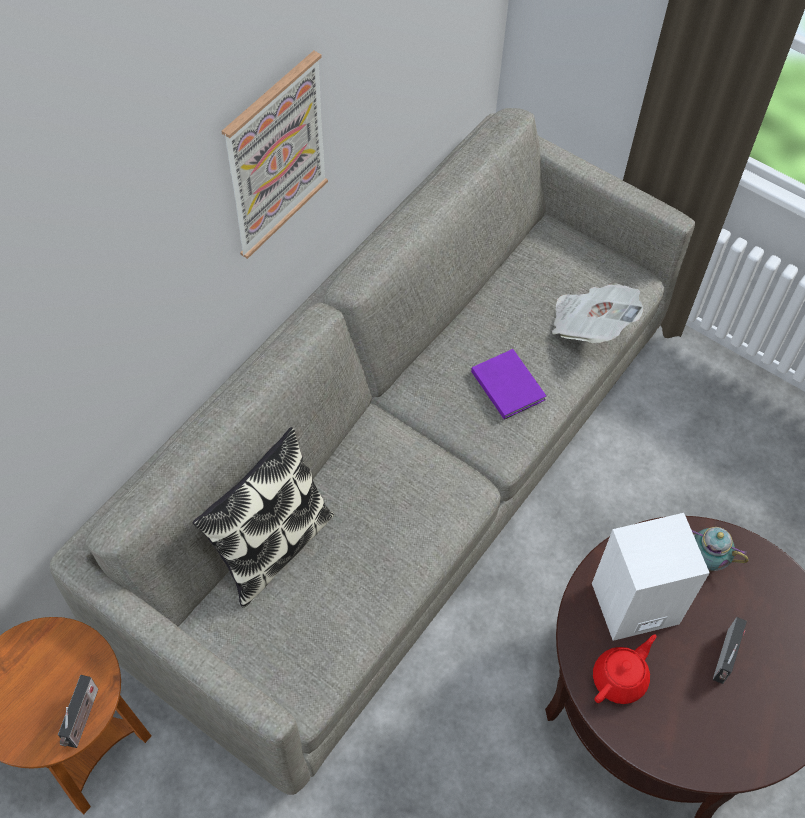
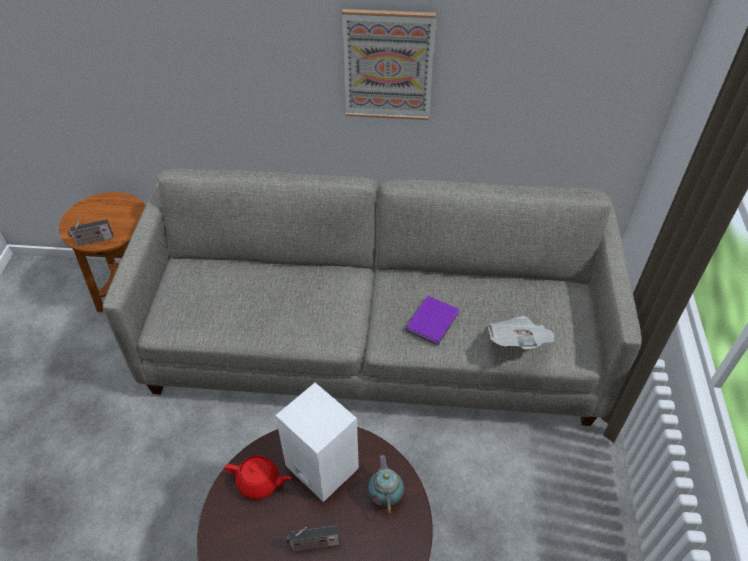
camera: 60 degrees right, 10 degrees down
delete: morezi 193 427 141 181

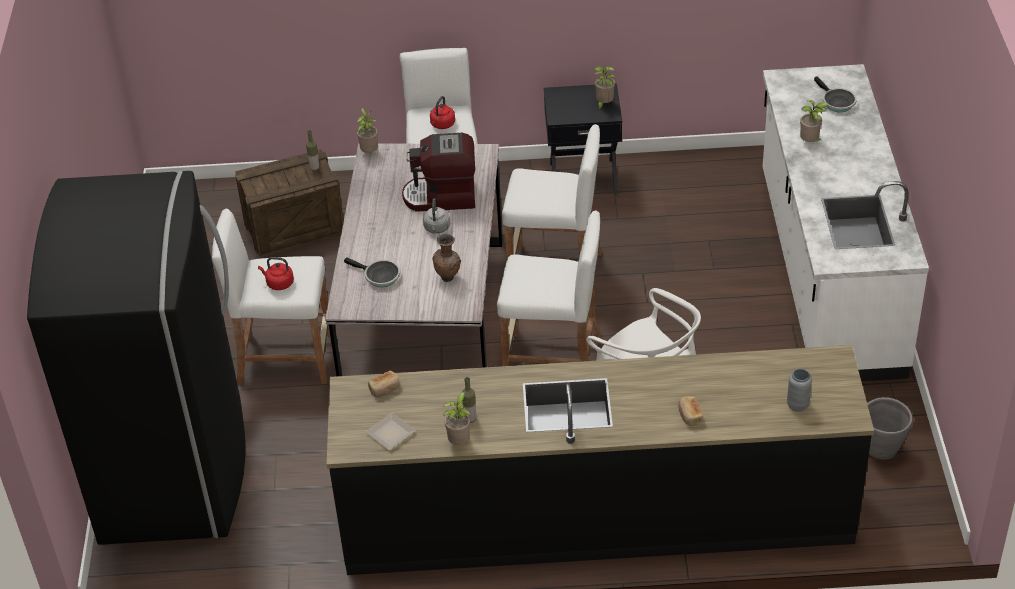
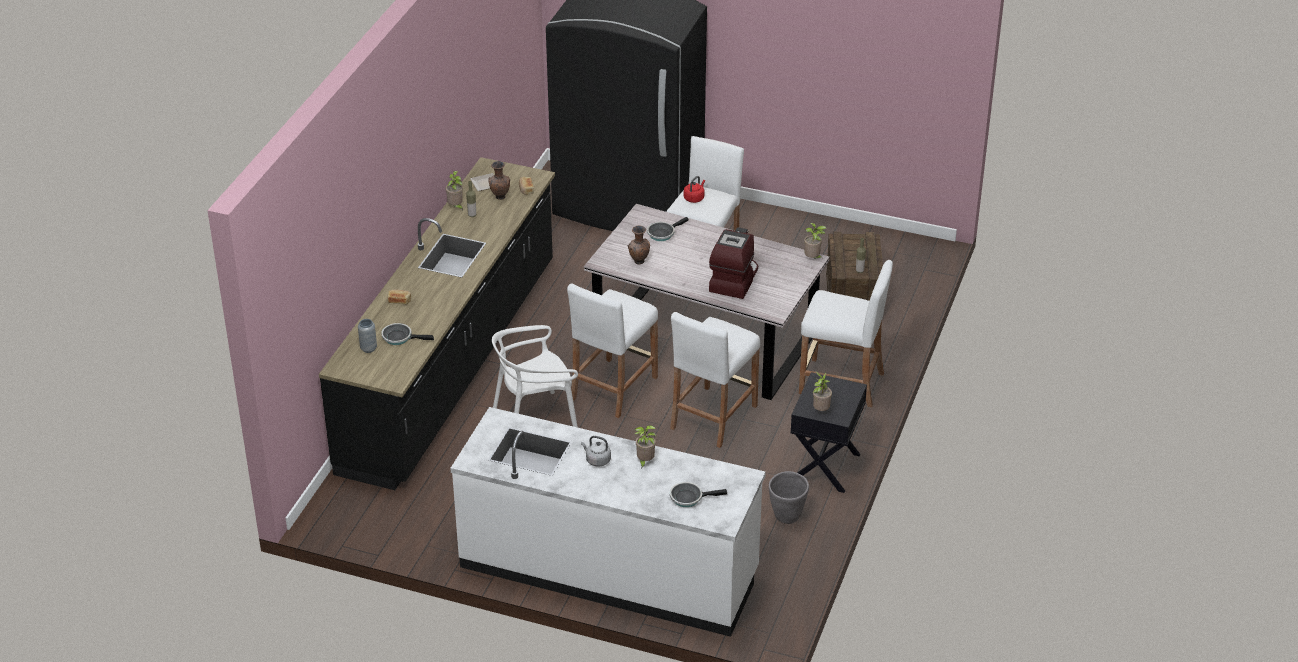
camera: 110 degrees right, 5 degrees down
delete: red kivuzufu 430 96 25 33
insert: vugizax 381 323 53 22; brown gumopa 488 161 22 39
move: grey kivuzufu 423 198 27 36 to 581 436 30 31; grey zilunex 867 397 45 62 to 769 471 40 53

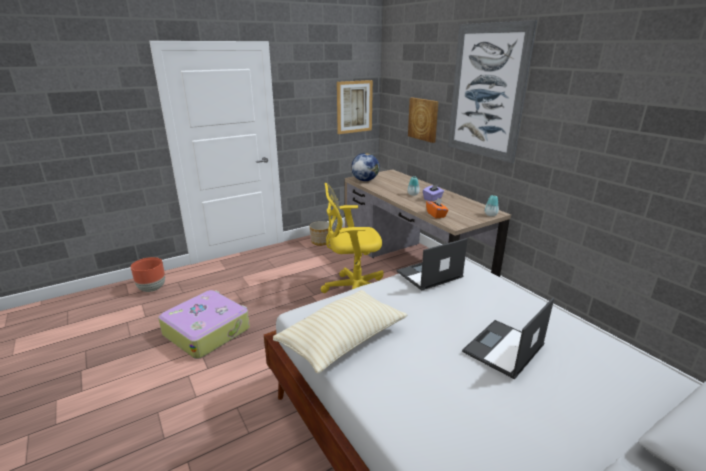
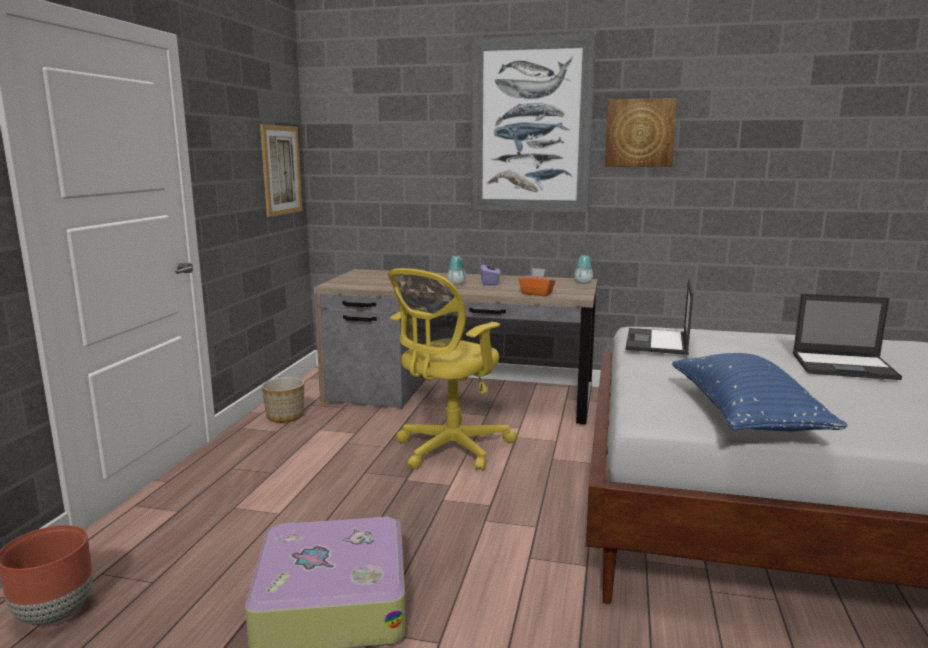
camera: 45 degrees left, 10 degrees down
delete: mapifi 351 153 28 28
move: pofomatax 408 97 31 46 to 605 98 72 69
recolor: beige morezi 273 290 134 84 to blue morezi 672 353 176 79
rotate: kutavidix 462 298 92 81 = 793 294 109 86 75 degrees counterclockwise

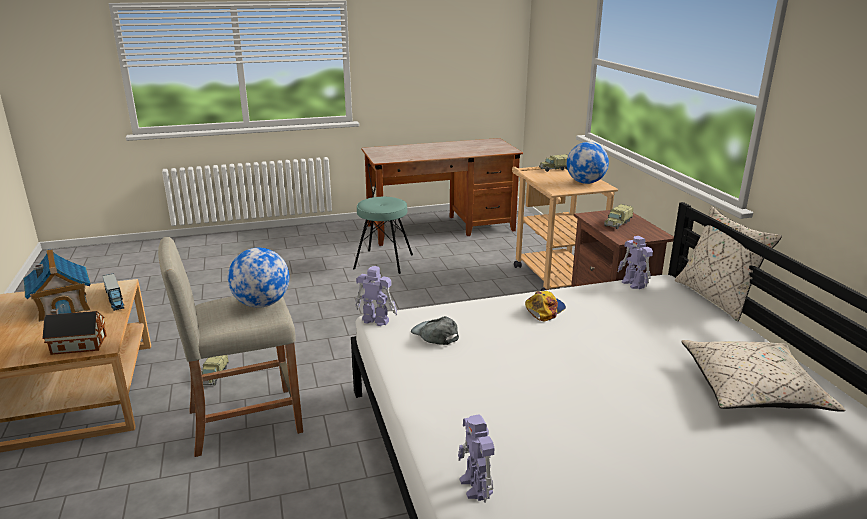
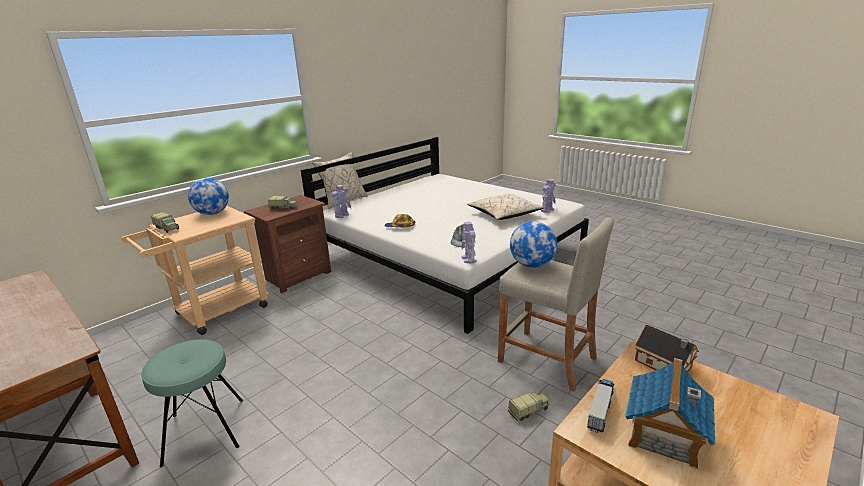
camera: 120 degrees left, 0 degrees up
move: beige morezi 681 340 164 71 to 467 193 77 27

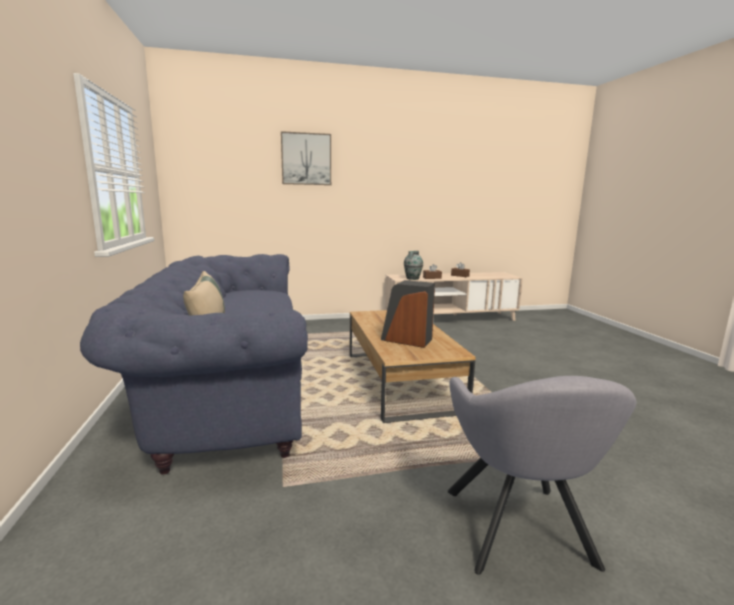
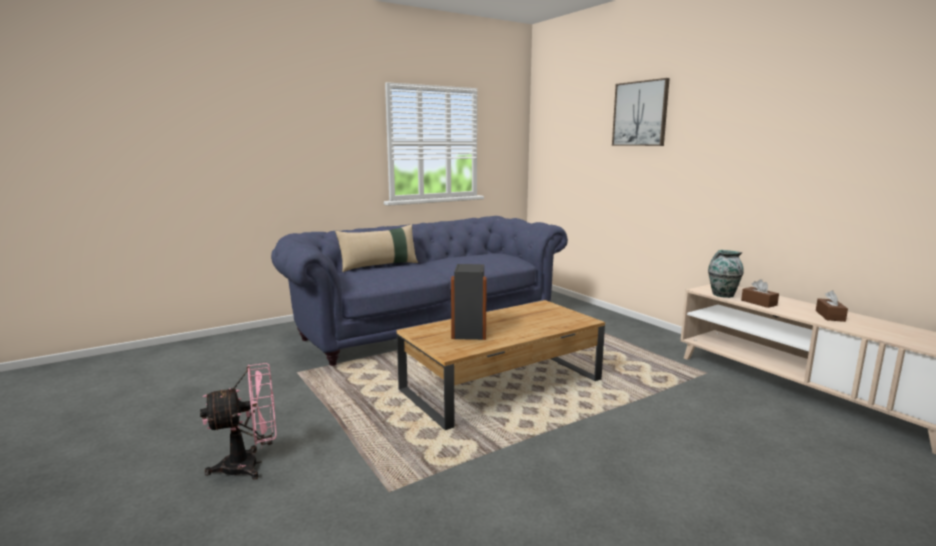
camera: 70 degrees right, 0 degrees up
replace: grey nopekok 448 376 188 199 to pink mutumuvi 200 363 77 117

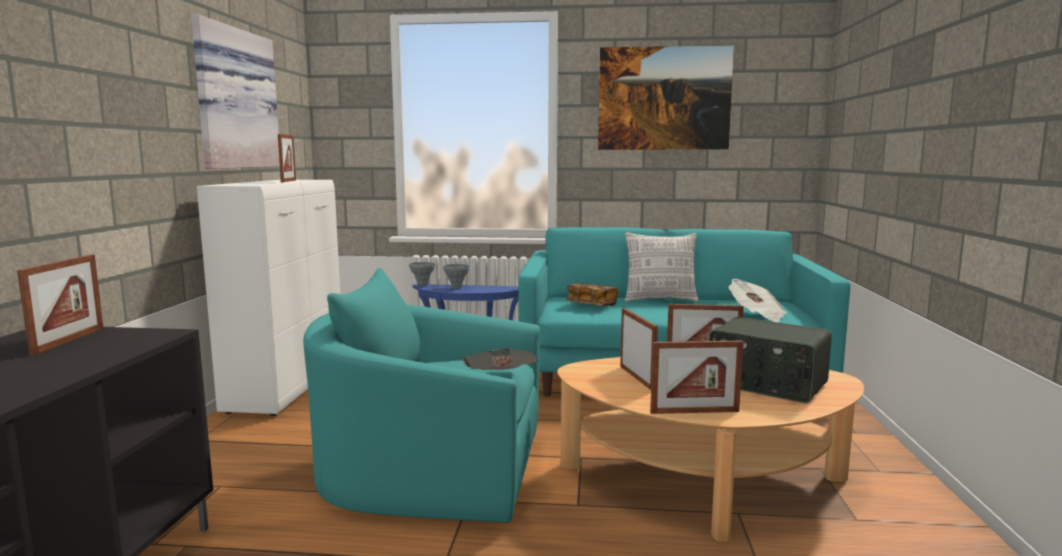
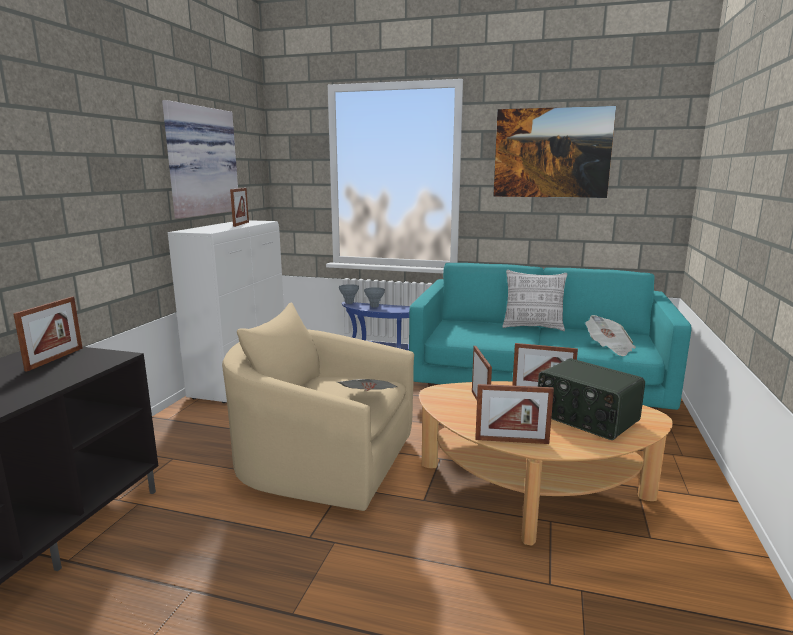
camera: 10 degrees right, 5 degrees up
delete: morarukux 566 283 52 23
recolor: turquoise nopekok 303 268 237 255 to beige nopekok 222 302 192 209

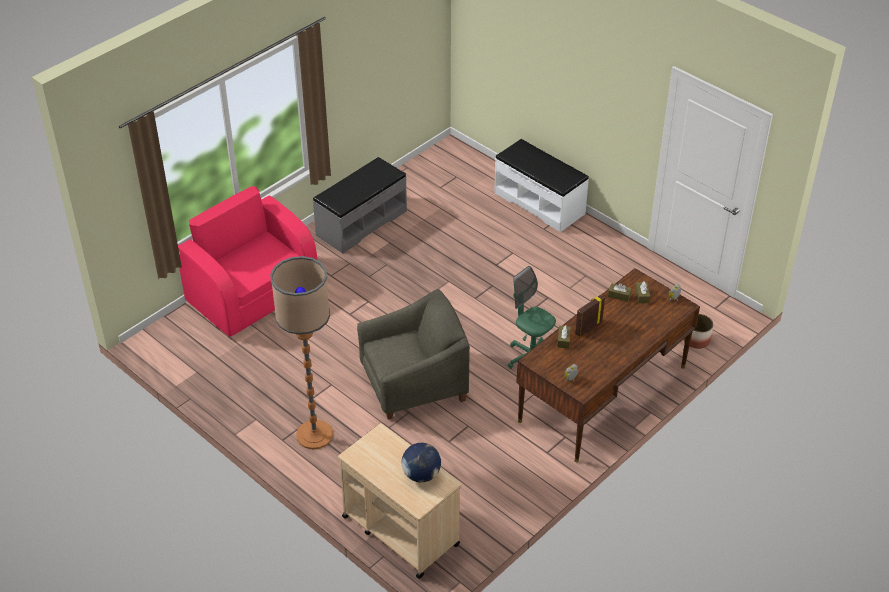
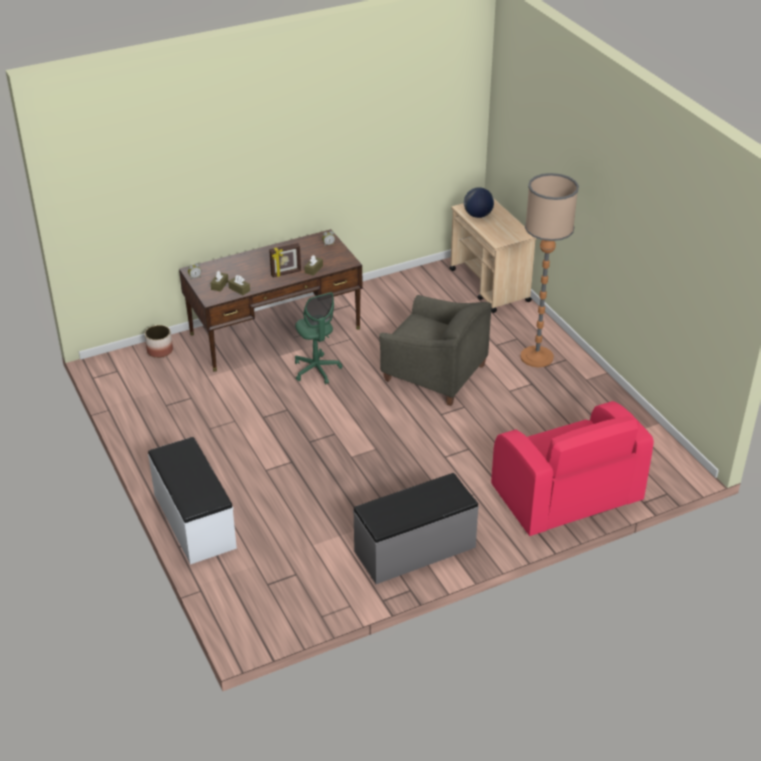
camera: 160 degrees left, 5 degrees down
rotate: grey nopekok 357 289 113 131 = 379 295 112 111 150 degrees counterclockwise

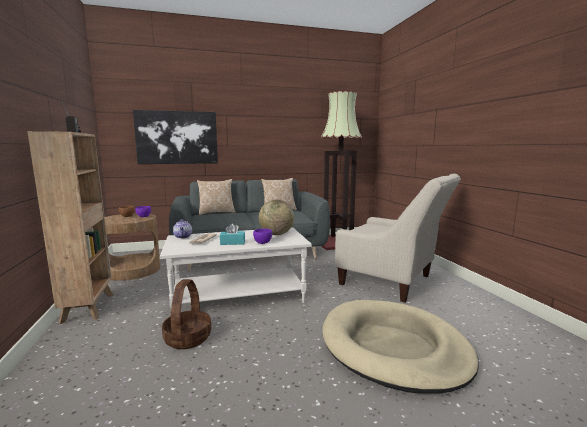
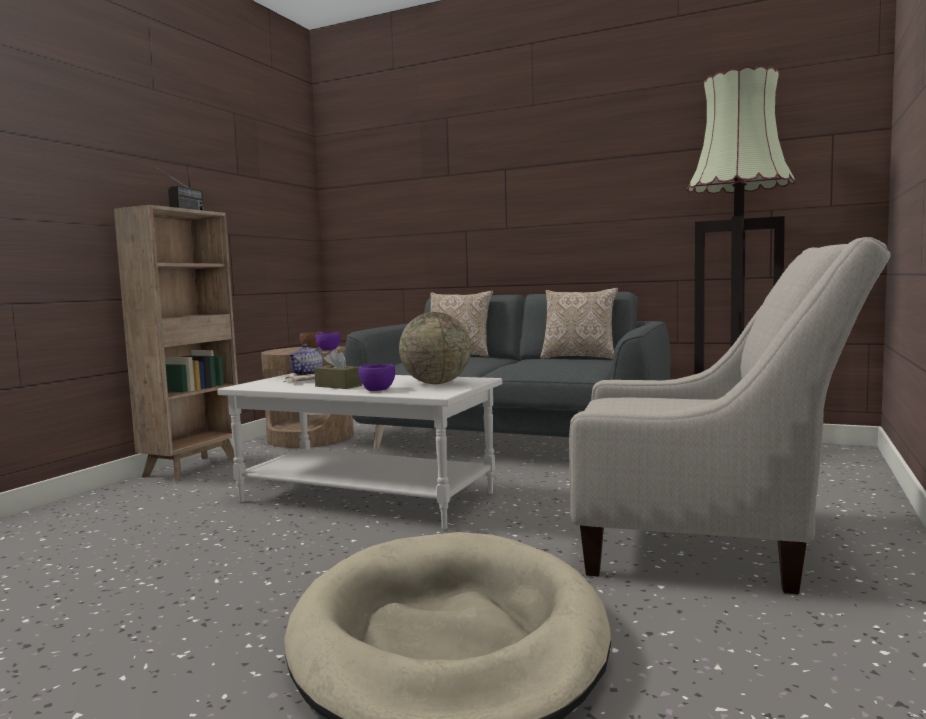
camera: 40 degrees right, 5 degrees down
delete: pofomatax 133 110 85 54; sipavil 162 279 49 70
recolor: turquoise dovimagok 220 224 25 21 to brown dovimagok 314 349 48 40
rotate: beige nopekok 335 174 126 129 = 569 237 322 358 60 degrees counterclockwise

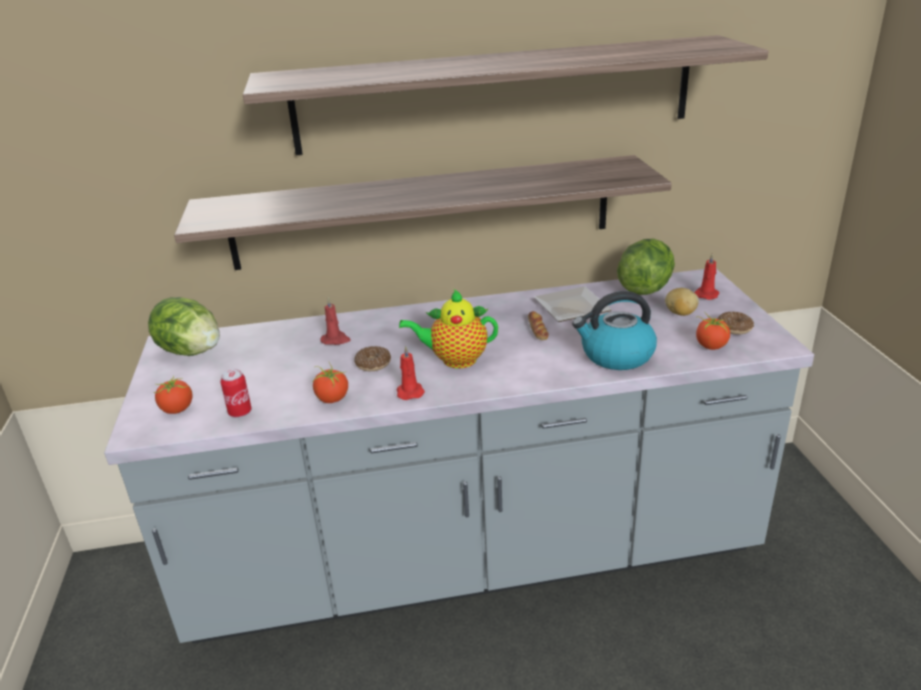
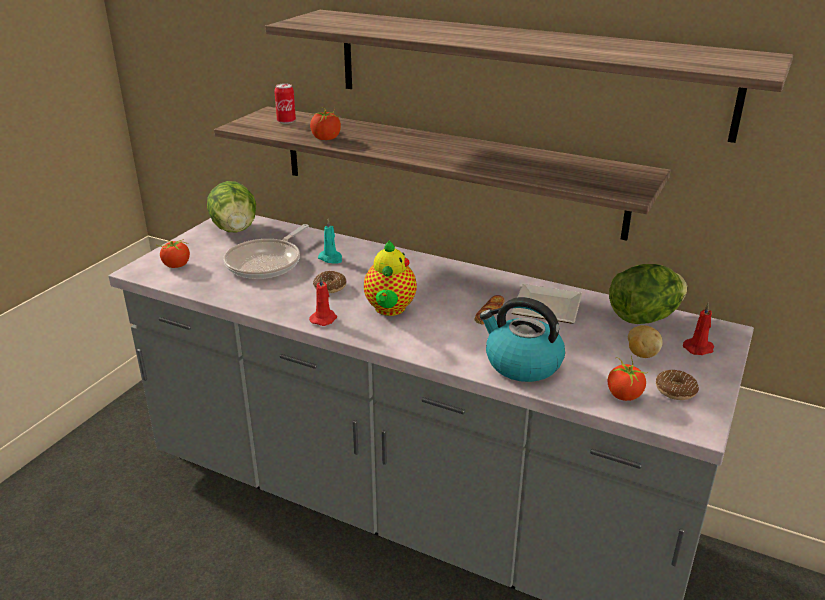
camera: 35 degrees right, 0 degrees up
insert: vugizax 224 224 85 55
move: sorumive 221 369 31 48 to 274 83 22 41; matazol 312 363 36 40 to 310 107 31 33
recolor: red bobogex 320 297 30 48 to turquoise bobogex 318 219 24 45
rotate: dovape 399 289 99 79 = 364 241 53 75 120 degrees counterclockwise

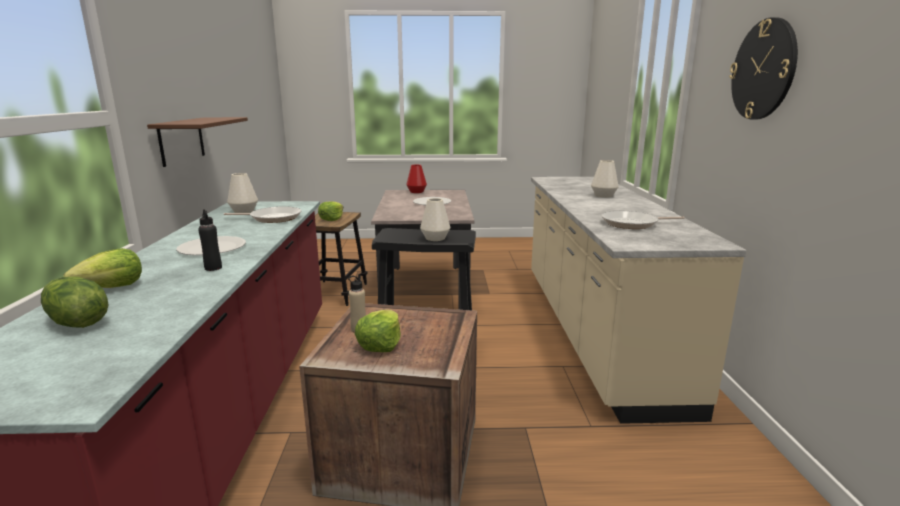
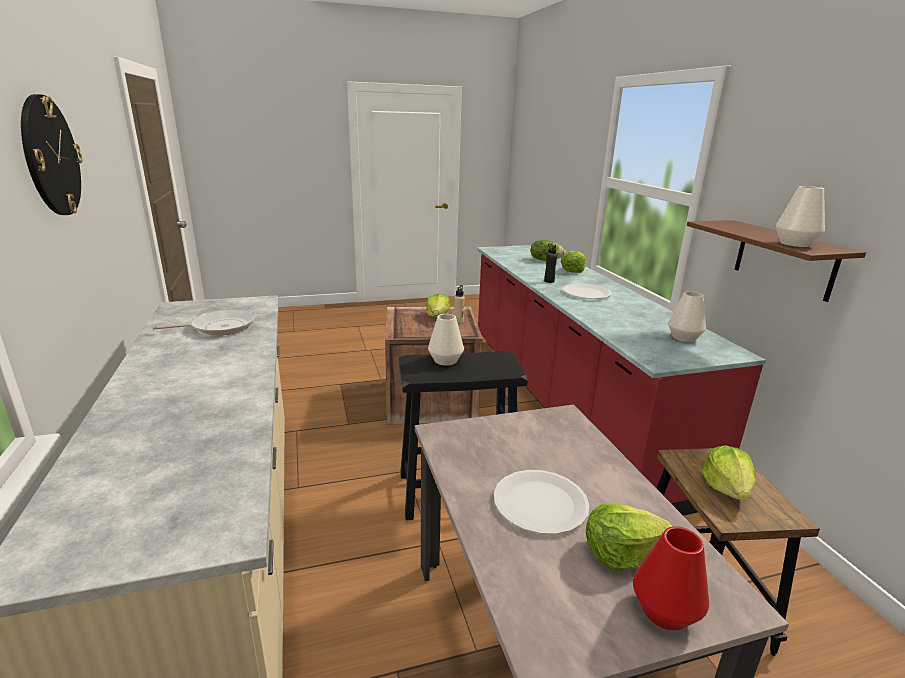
camera: 165 degrees right, 5 degrees up
delete: vugizax 224 206 78 17
insert: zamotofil 586 503 87 68
move: white gumopa 591 160 28 37 to 776 186 49 61

